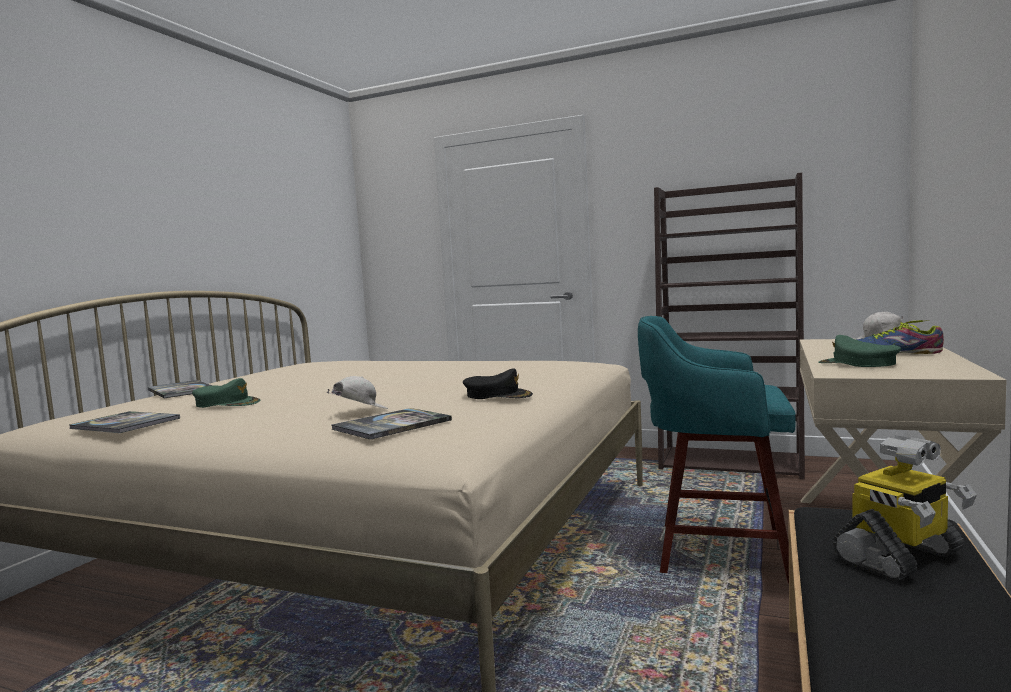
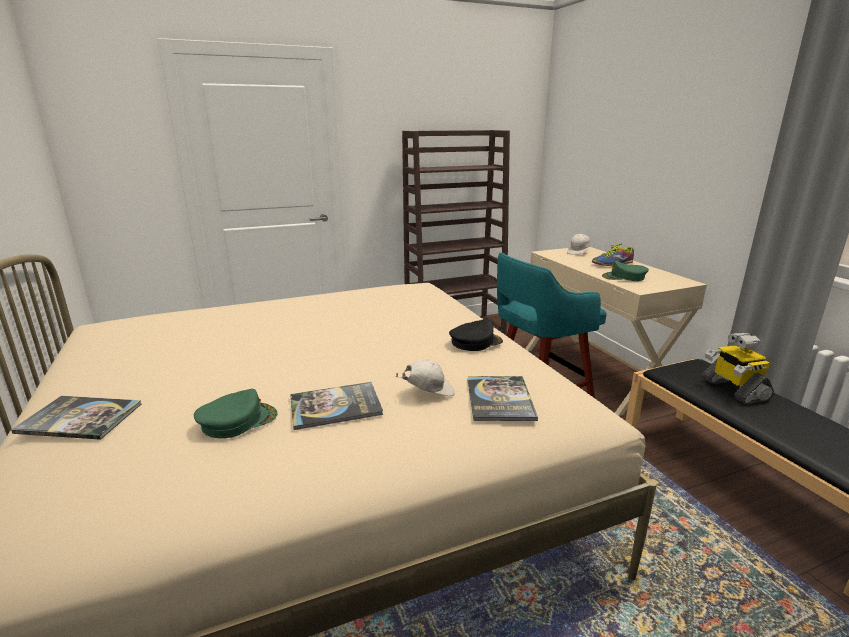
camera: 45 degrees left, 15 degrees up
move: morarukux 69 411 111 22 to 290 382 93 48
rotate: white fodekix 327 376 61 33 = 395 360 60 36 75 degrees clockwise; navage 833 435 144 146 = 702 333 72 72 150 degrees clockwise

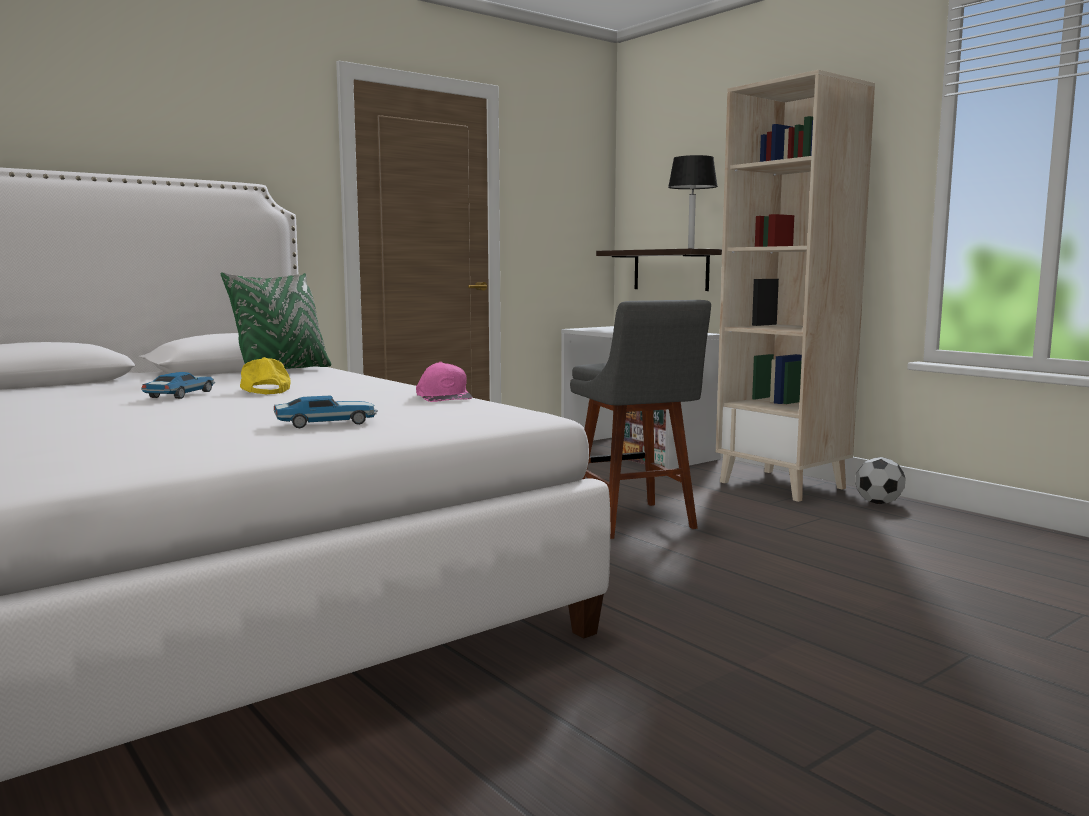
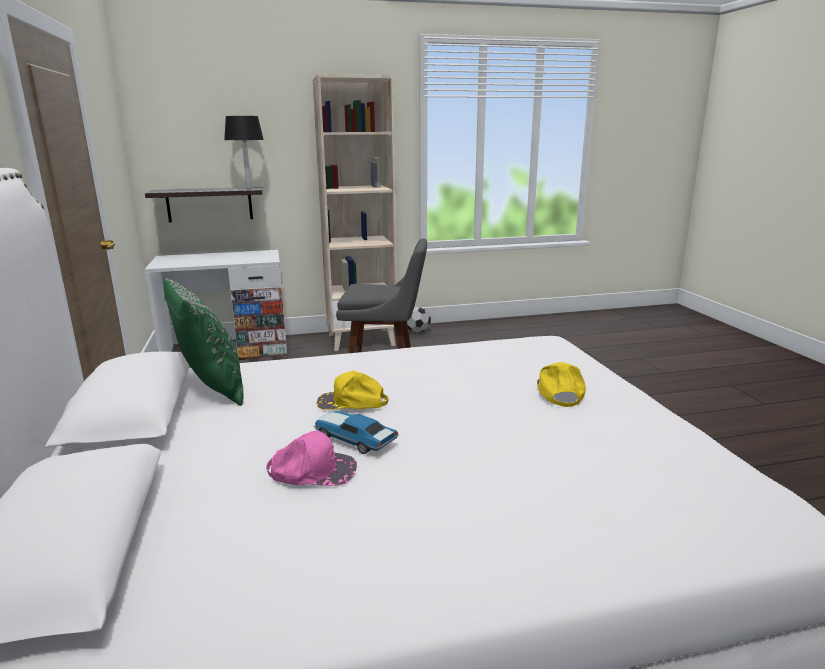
camera: 65 degrees left, 10 degrees up
move: pink fodekix 416 362 56 40 to 266 431 91 55
replace: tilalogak 274 395 103 33 to yellow fodekix 537 362 49 45

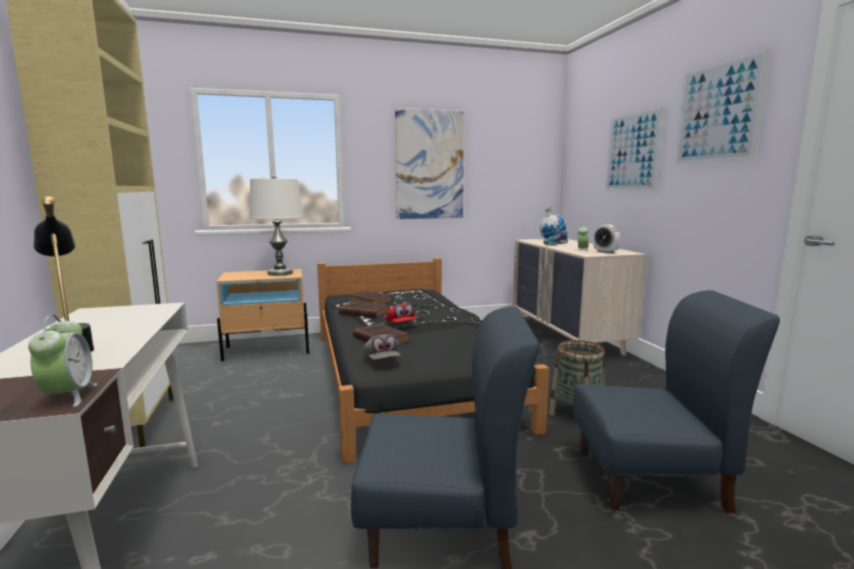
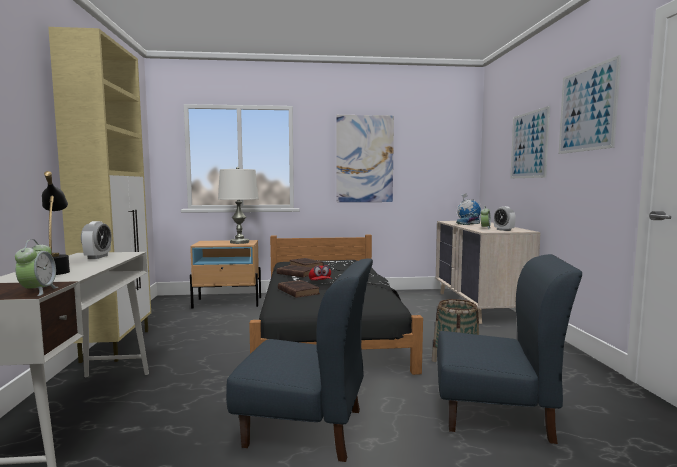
camera: 10 degrees right, 5 degrees down
delete: grey fodekix 363 334 38 26
insert: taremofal 81 221 31 38

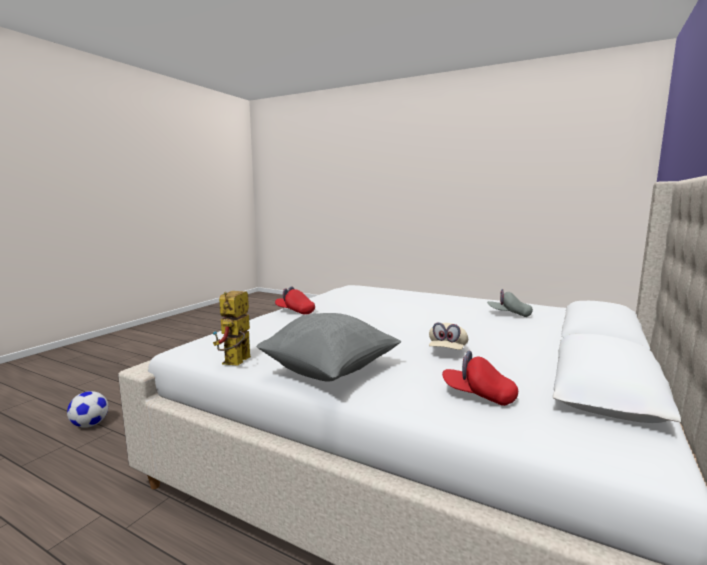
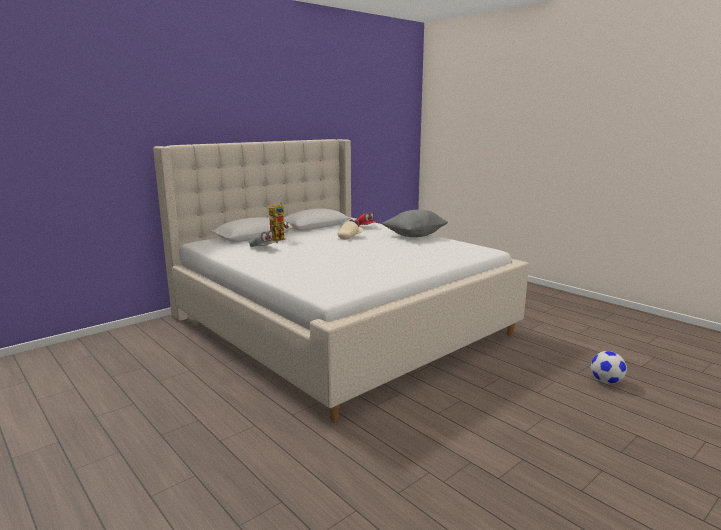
camera: 160 degrees left, 5 degrees up
delete: red fodekix 275 286 40 29
move: navage 213 291 38 75 to 269 202 20 40

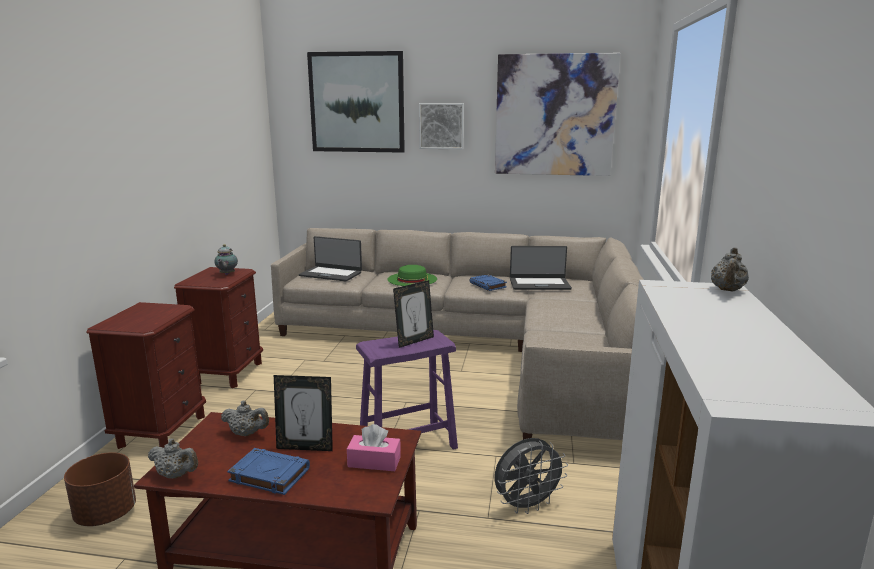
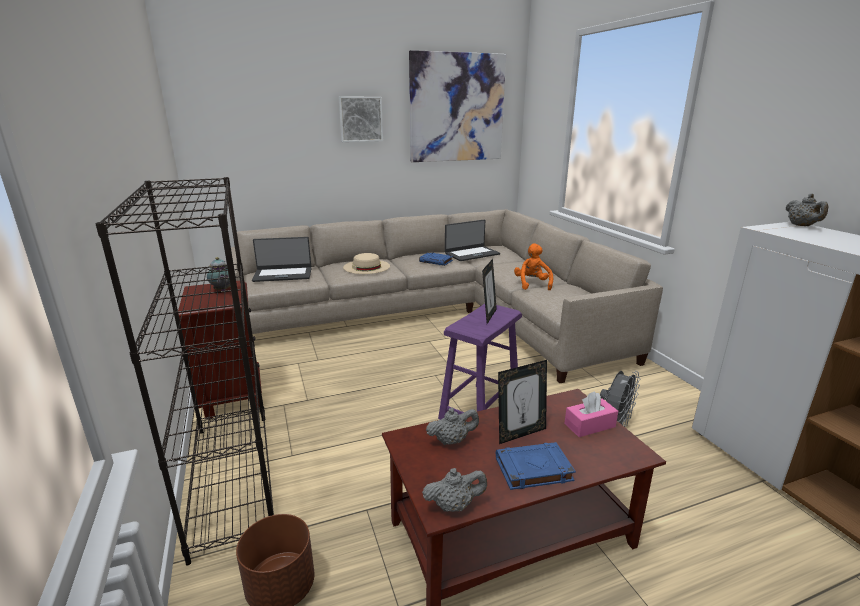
camera: 30 degrees left, 5 degrees up
delete: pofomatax 307 51 98 102
insert: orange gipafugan 514 243 39 47
replace: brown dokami 86 302 120 147 to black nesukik 95 177 179 388
recolor: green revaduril 387 265 50 21 to beige revaduril 343 253 47 21

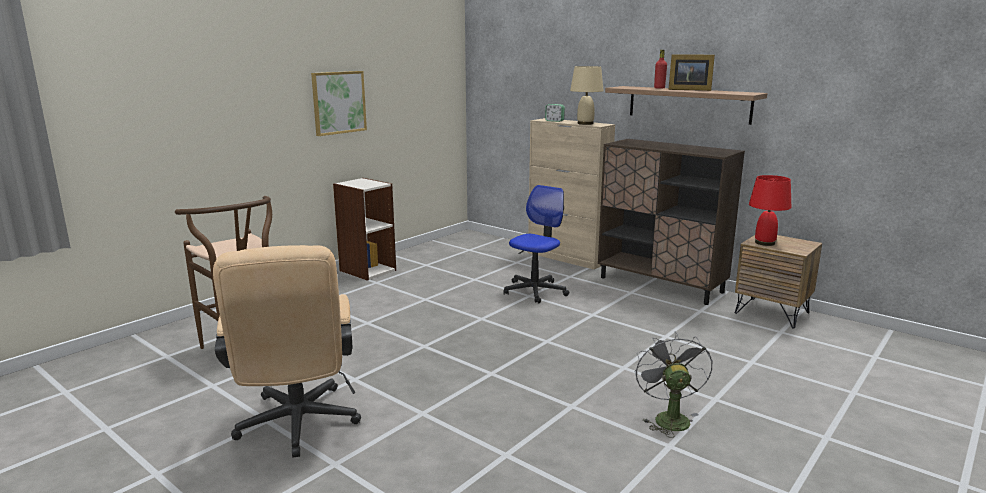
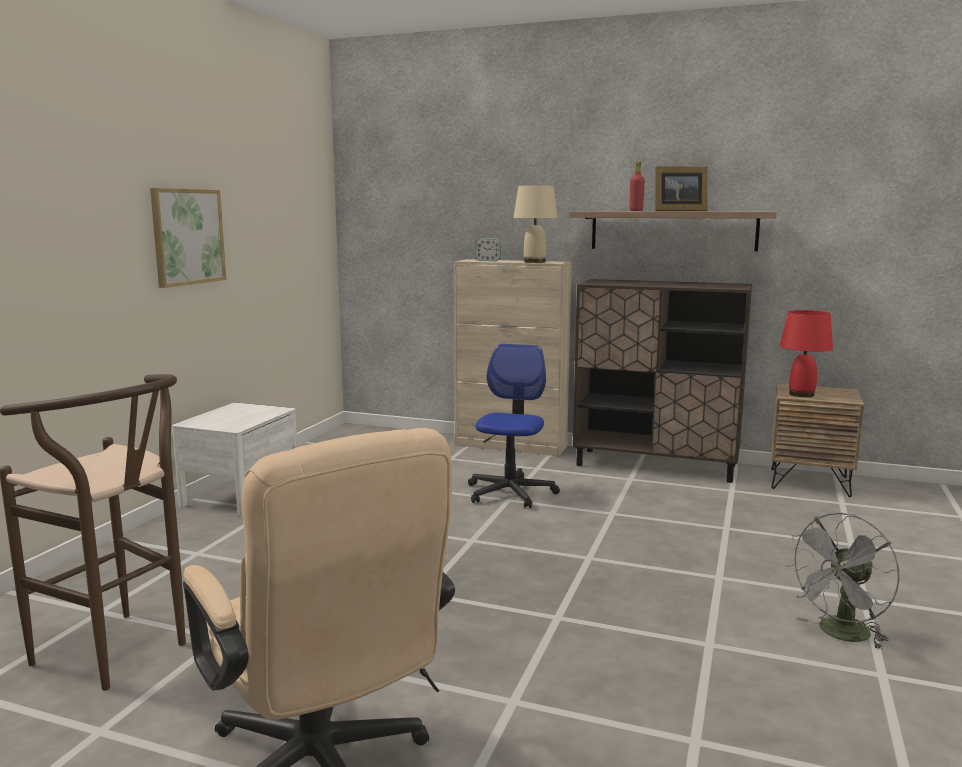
camera: 20 degrees left, 5 degrees down
replace: nesukik 333 178 63 103 to white dokami 172 403 125 113
rotate: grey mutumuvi 635 331 78 107 = 785 512 114 138 105 degrees counterclockwise

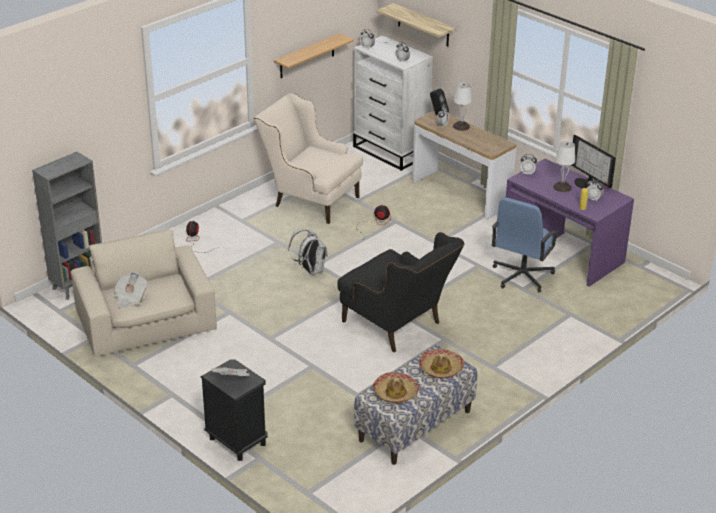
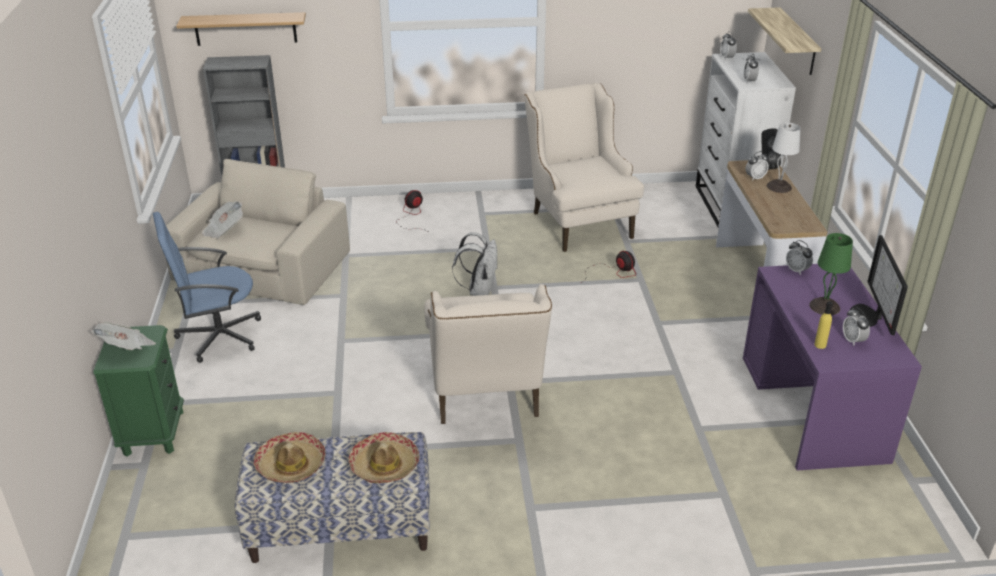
camera: 40 degrees right, 0 degrees up
move: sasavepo 274 33 80 45 to 176 12 130 34; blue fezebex 492 198 67 94 to 153 212 108 151
recolor: black dokami 201 359 67 102 to green dokami 94 325 90 132; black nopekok 338 232 126 120 to beige nopekok 424 284 128 140; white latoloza 553 141 22 51 to green latoloza 809 233 44 82

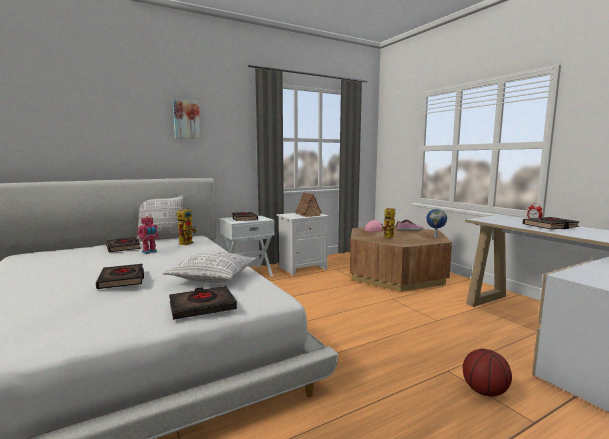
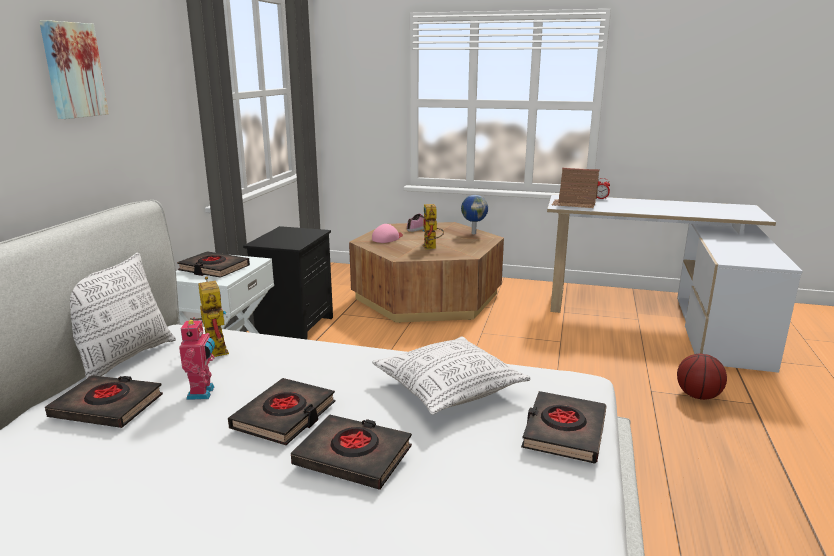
camera: 45 degrees left, 10 degrees up
move: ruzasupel 295 192 27 25 to 552 168 48 40; black morarukux 522 217 58 13 to 228 378 108 67
recolor: white dokami 276 213 53 63 to black dokami 243 226 90 113

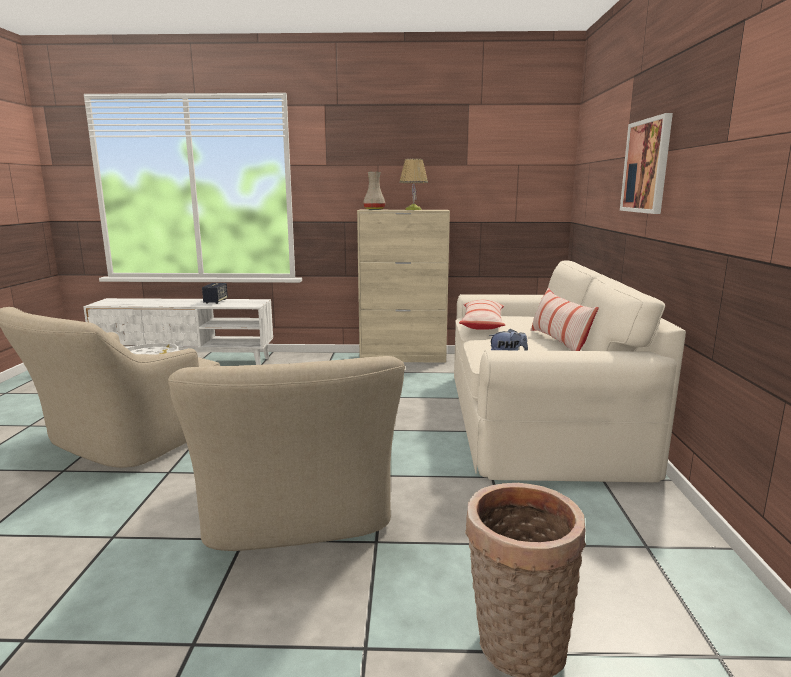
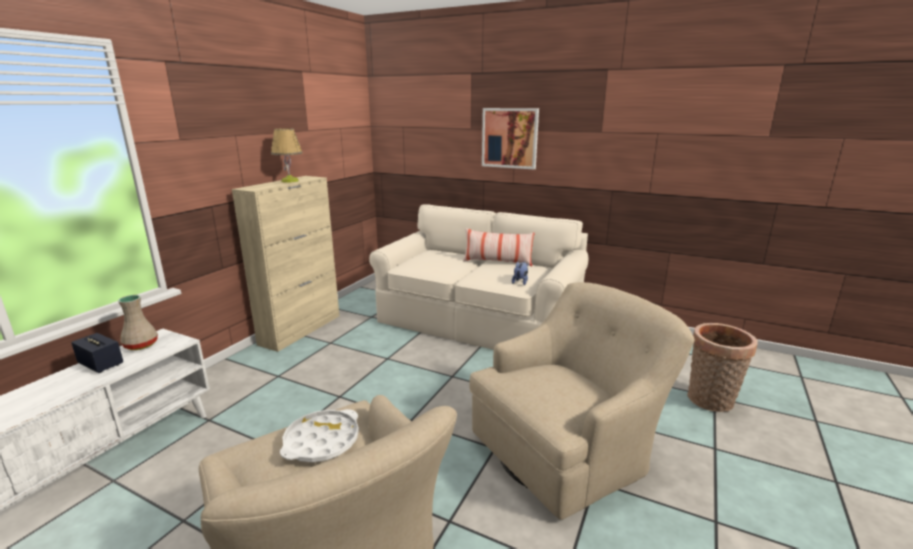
camera: 65 degrees left, 5 degrees up
delete: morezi 459 300 46 30
move: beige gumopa 363 172 22 38 to 117 295 41 55
rotate: beige nopekok 168 356 237 195 = 469 282 225 238 45 degrees counterclockwise

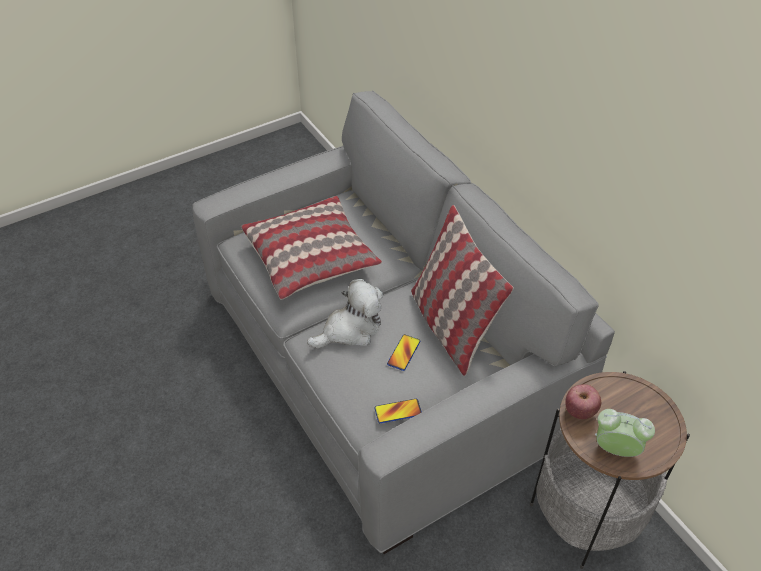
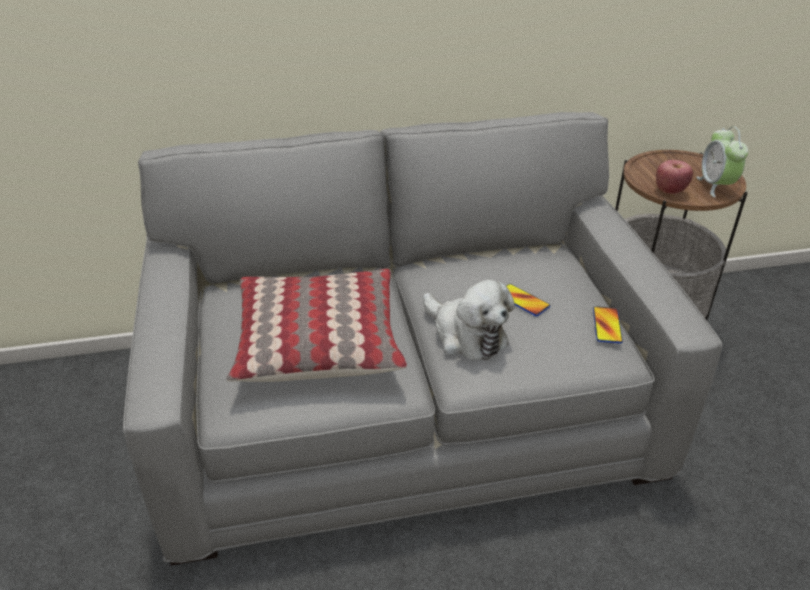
camera: 70 degrees left, 10 degrees down
delete: morezi 411 205 103 171
rotate: gipafugan 307 278 76 71 = 423 280 92 80 150 degrees clockwise; taremofal 595 409 60 48 = 696 126 52 71 45 degrees counterclockwise

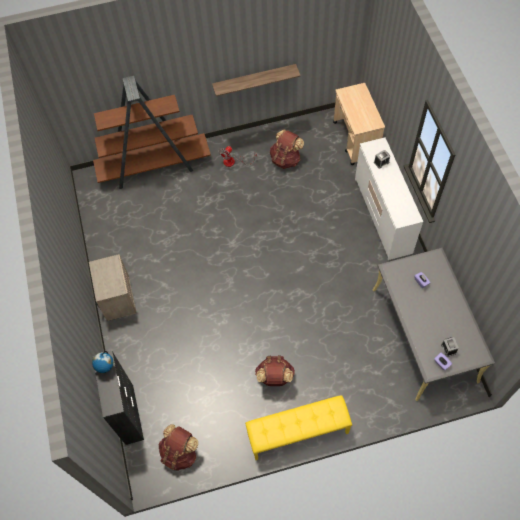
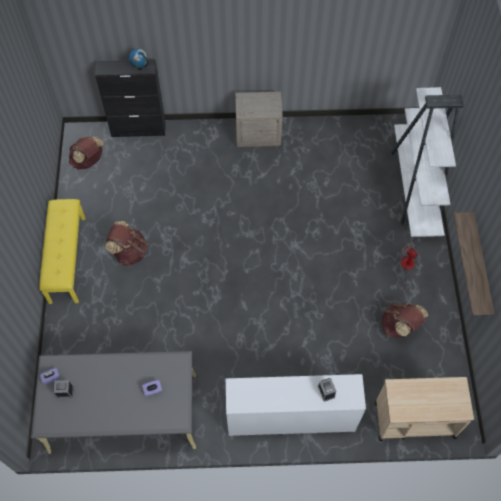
camera: 100 degrees right, 0 degrees up
recolor: brown nesukik 93 76 118 113 to white nesukik 391 87 73 150

